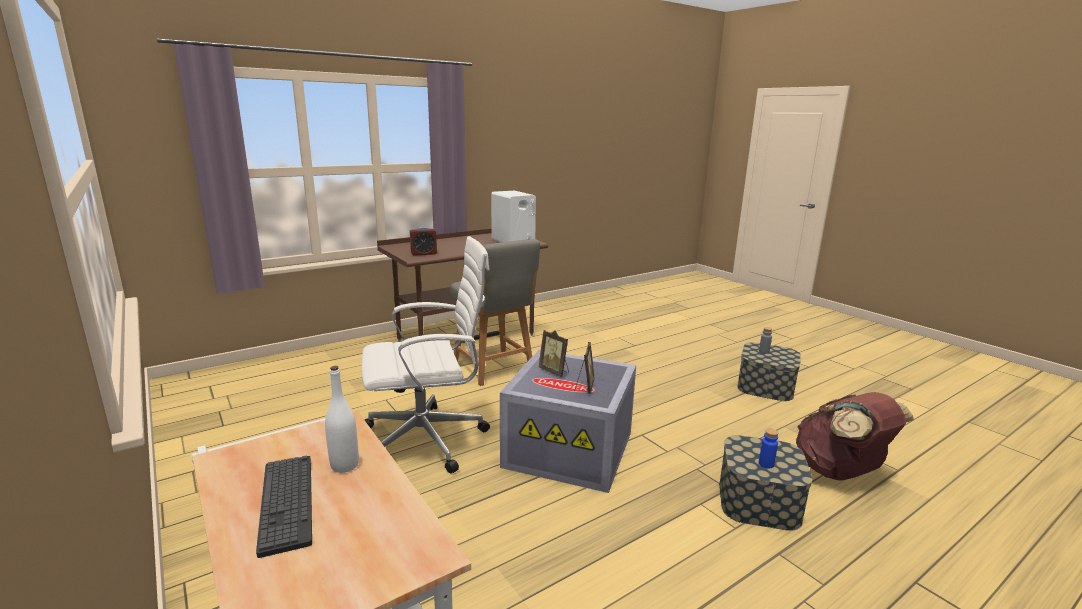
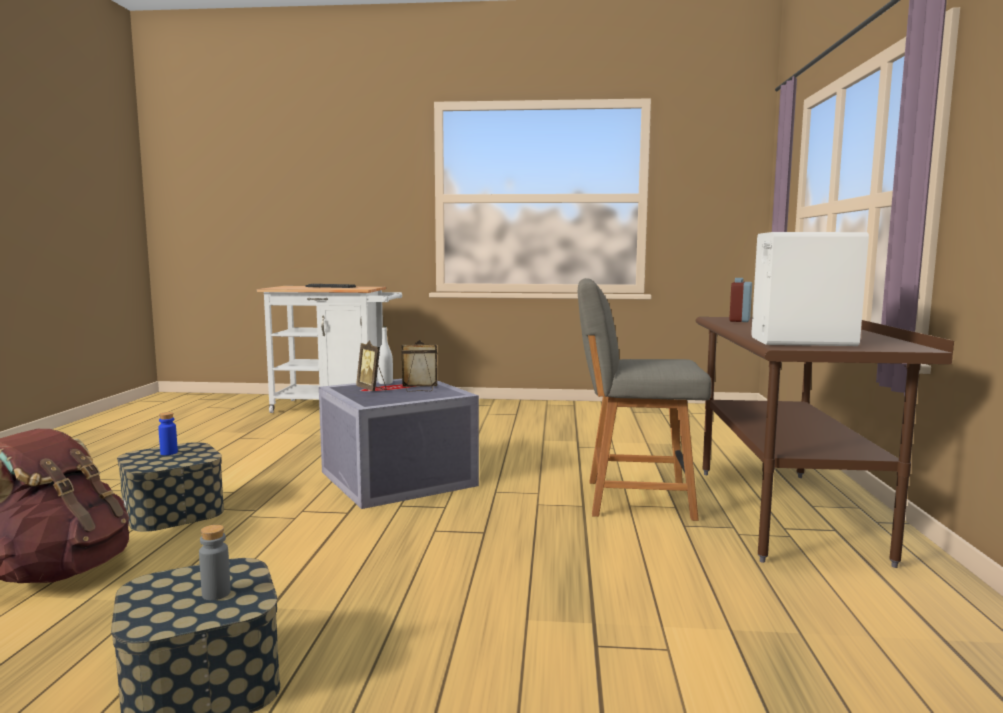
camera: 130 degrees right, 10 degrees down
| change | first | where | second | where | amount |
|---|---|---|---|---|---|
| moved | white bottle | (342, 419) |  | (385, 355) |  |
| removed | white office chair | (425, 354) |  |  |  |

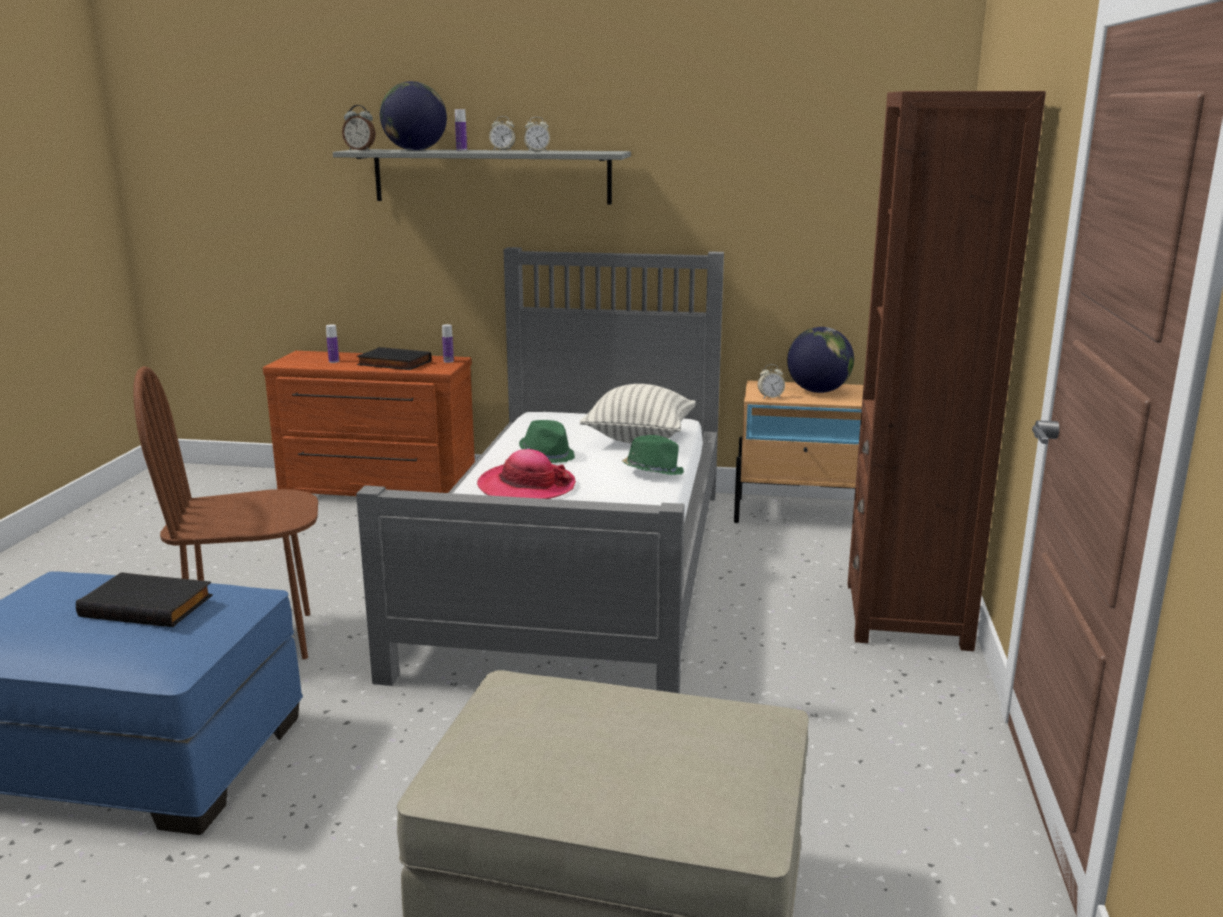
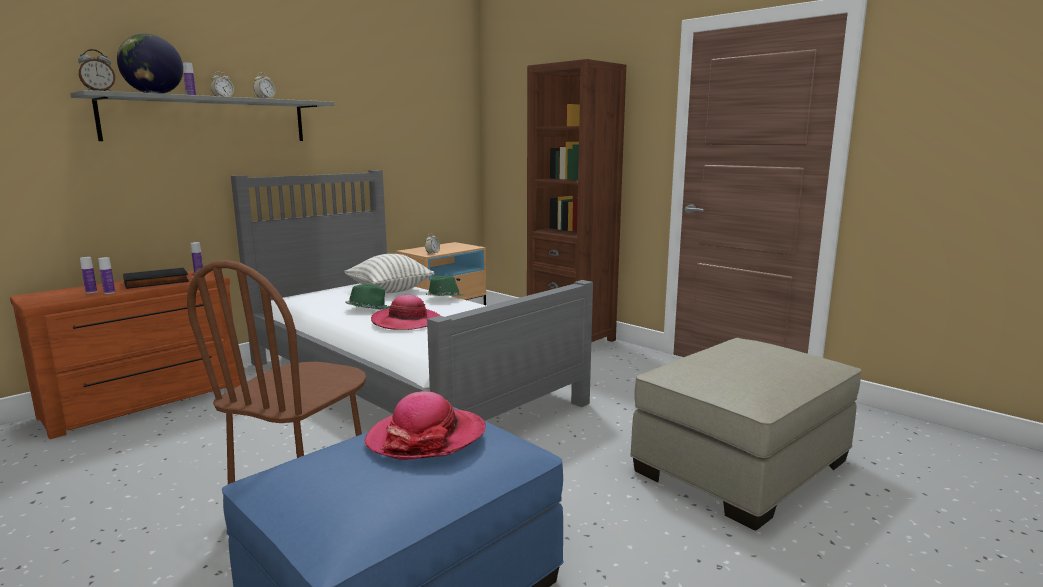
camera: 55 degrees left, 5 degrees down
| change | first | where | second | where | amount |
|---|---|---|---|---|---|
| replaced | black book | (144, 599) | hat | (425, 425) |  |
| removed | globe | (820, 360) |  |  |  |
| added |  |  | bottle | (106, 275) |  |

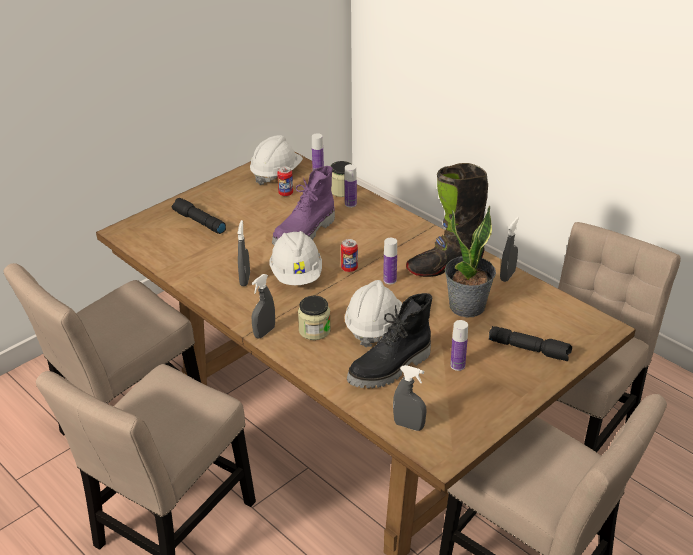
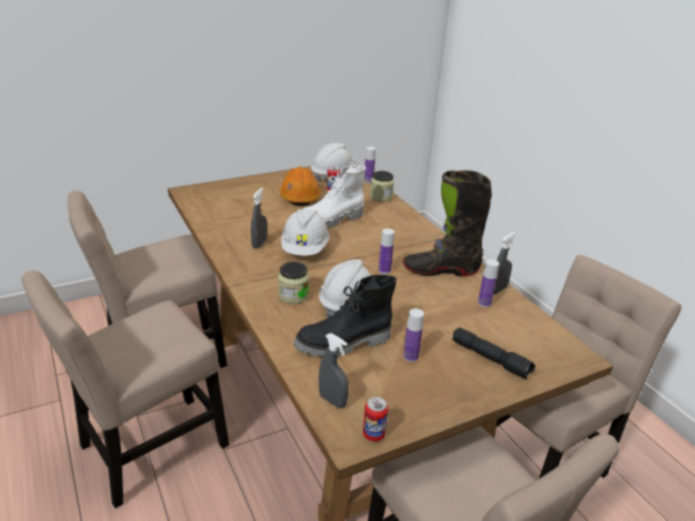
camera: 15 degrees right, 5 degrees down
| change | first | where | second | where | amount |
|---|---|---|---|---|---|
| removed | black flashlight | (199, 216) |  |  |  |
| removed | grey spray bottle | (263, 306) |  |  |  |
| recoloured | purple boot | (303, 205) | white boot | (334, 197) |  |
| moved | can | (349, 255) |  | (375, 419) |  |
| moved | bottle | (351, 185) |  | (488, 283) |  |
| removed | potted plant | (470, 261) |  |  |  |
| added |  |  | orange hard hat | (300, 186) |  |

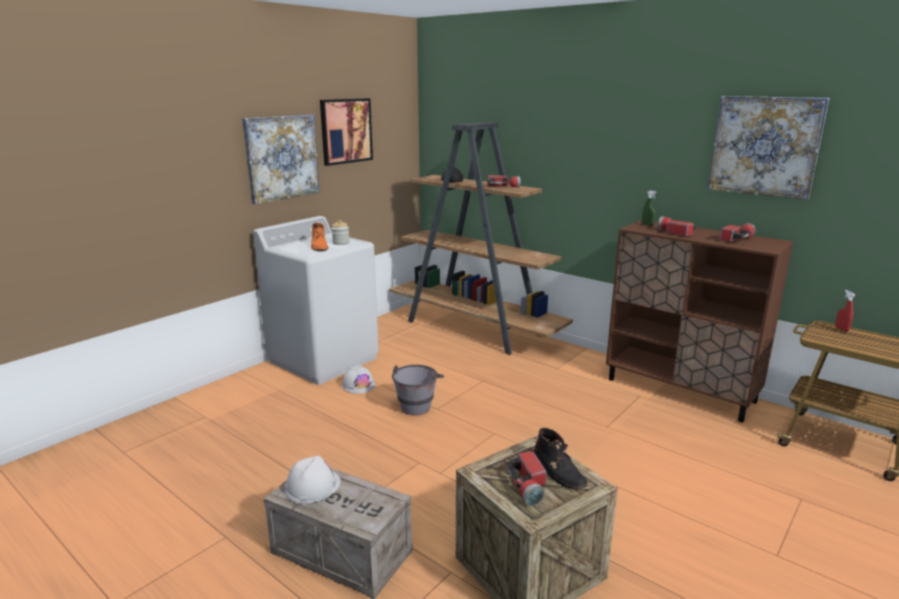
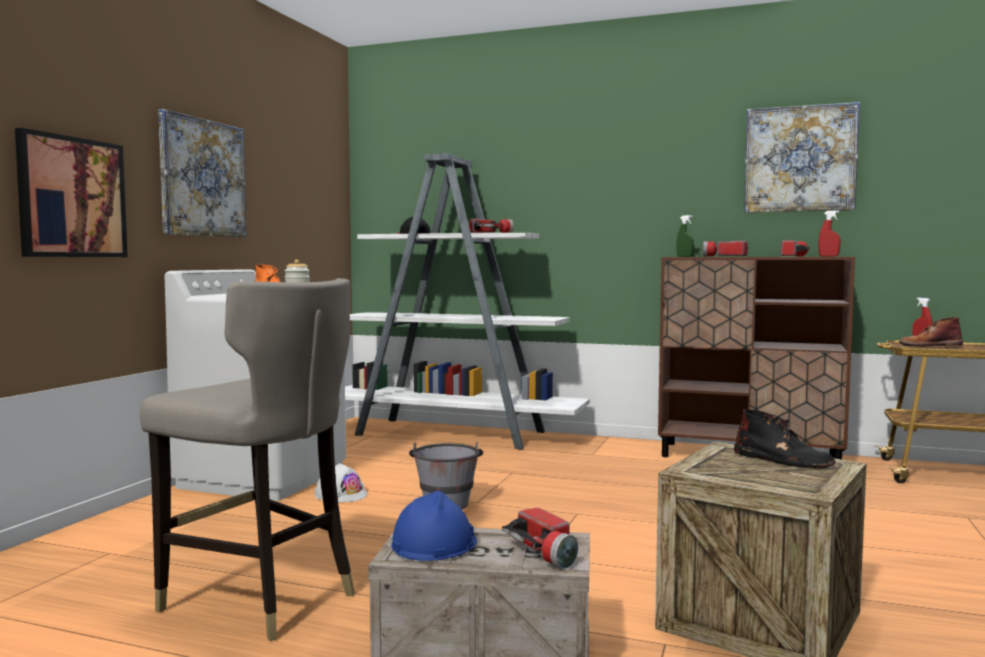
camera: 20 degrees left, 15 degrees down
| change | first | where | second | where | amount |
|---|---|---|---|---|---|
| recoloured | white hard hat | (313, 479) | blue hard hat | (434, 526) |  |
| moved | picture | (346, 132) |  | (71, 192) |  |
| recoloured | brown bookcase | (481, 238) | white bookcase | (467, 301) |  |
| moved | flashlight | (526, 479) |  | (540, 538) |  |
| added |  |  | grey stool | (247, 459) |  |
| added |  |  | red spray bottle | (830, 233) |  |
| added |  |  | brown boot | (931, 331) |  |

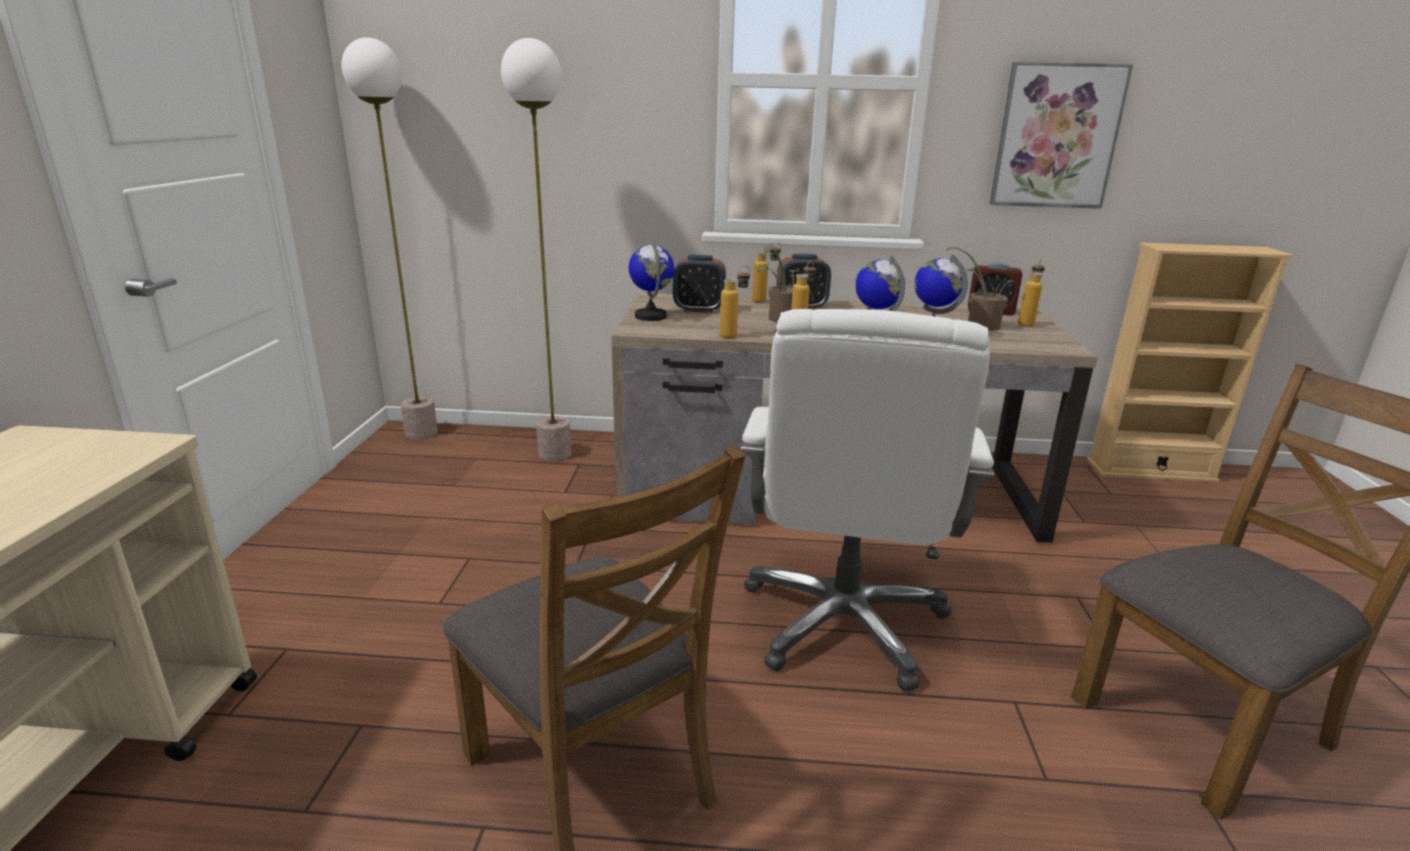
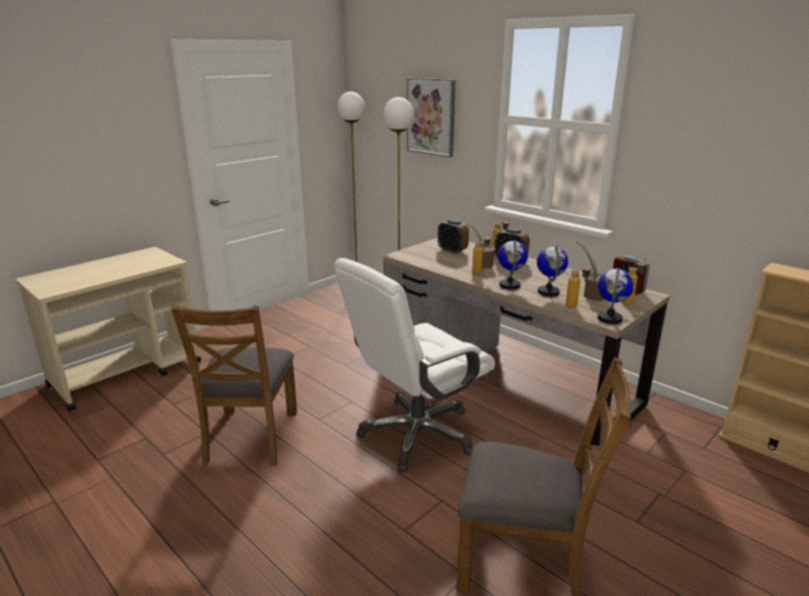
camera: 40 degrees right, 0 degrees up
| change | first | where | second | where | amount |
|---|---|---|---|---|---|
| moved | globe | (651, 281) |  | (616, 296) |  |
| moved | bottle | (735, 302) |  | (579, 286) |  |
| moved | picture | (1061, 135) |  | (431, 117) |  |

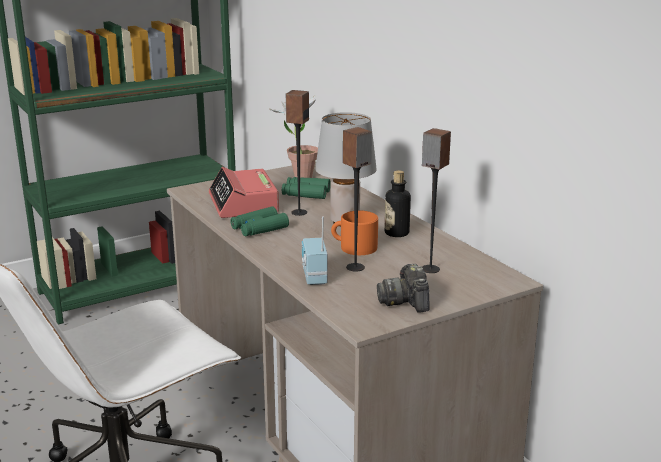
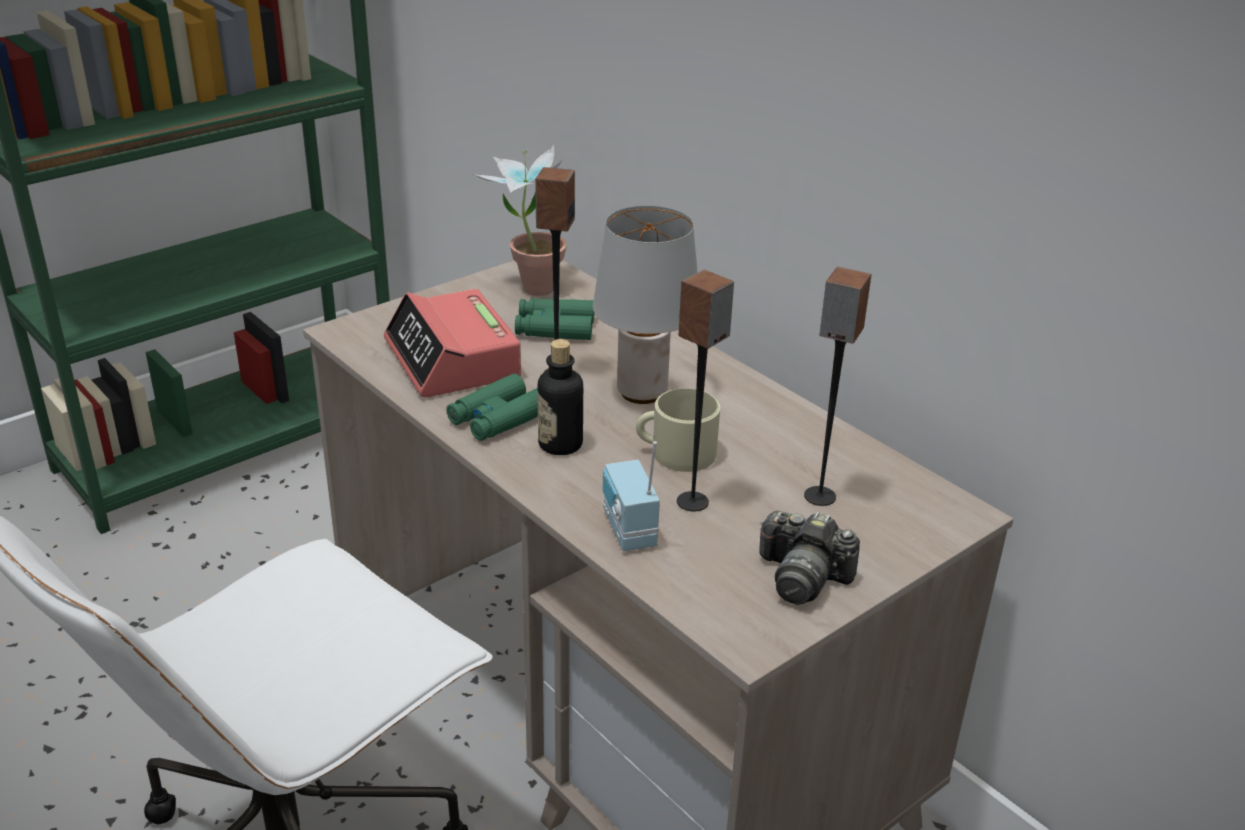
camera: 10 degrees left, 10 degrees up
| change | first | where | second | where | amount |
|---|---|---|---|---|---|
| recoloured | orange mug | (354, 232) | beige mug | (678, 430) |  |
| turned | photo camera | (403, 288) |  | (809, 558) | 45 degrees counterclockwise |
| moved | bottle | (398, 203) |  | (560, 397) |  |

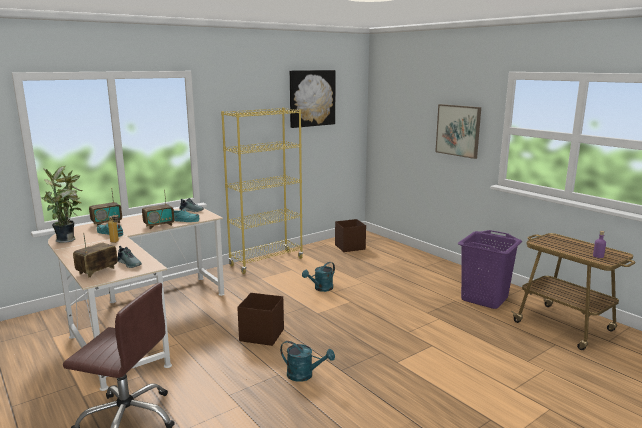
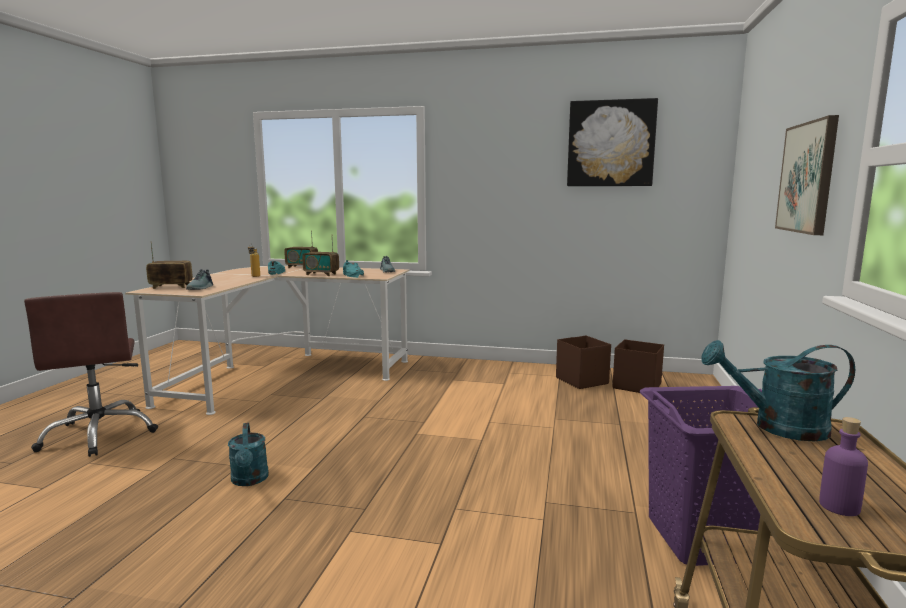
camera: 50 degrees right, 5 degrees down
| change | first | where | second | where | amount |
|---|---|---|---|---|---|
| removed | potted plant | (61, 204) |  |  |  |
| removed | yellow bookcase | (262, 190) |  |  |  |
| moved | brown storage box | (260, 319) |  | (583, 362) |  |
| moved | turquoise watering can | (318, 277) |  | (778, 390) |  |

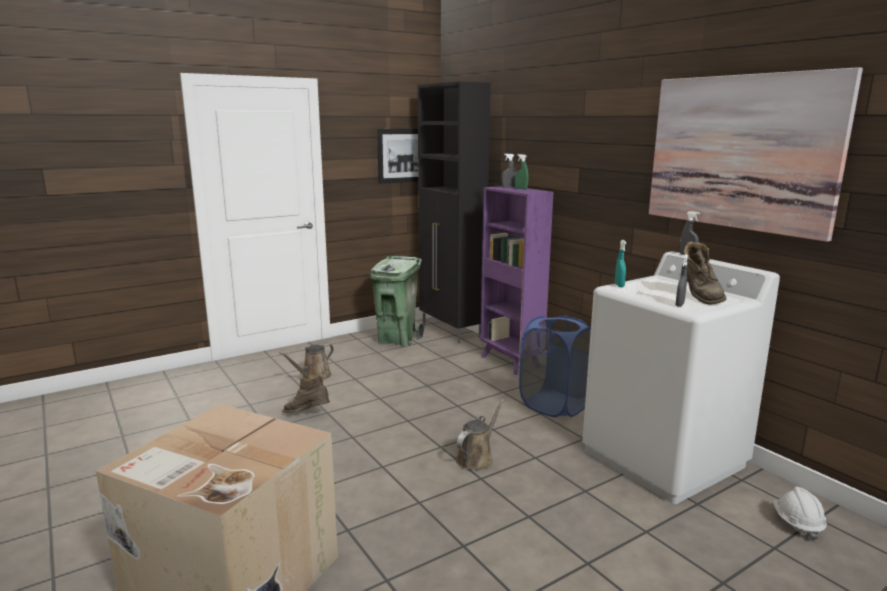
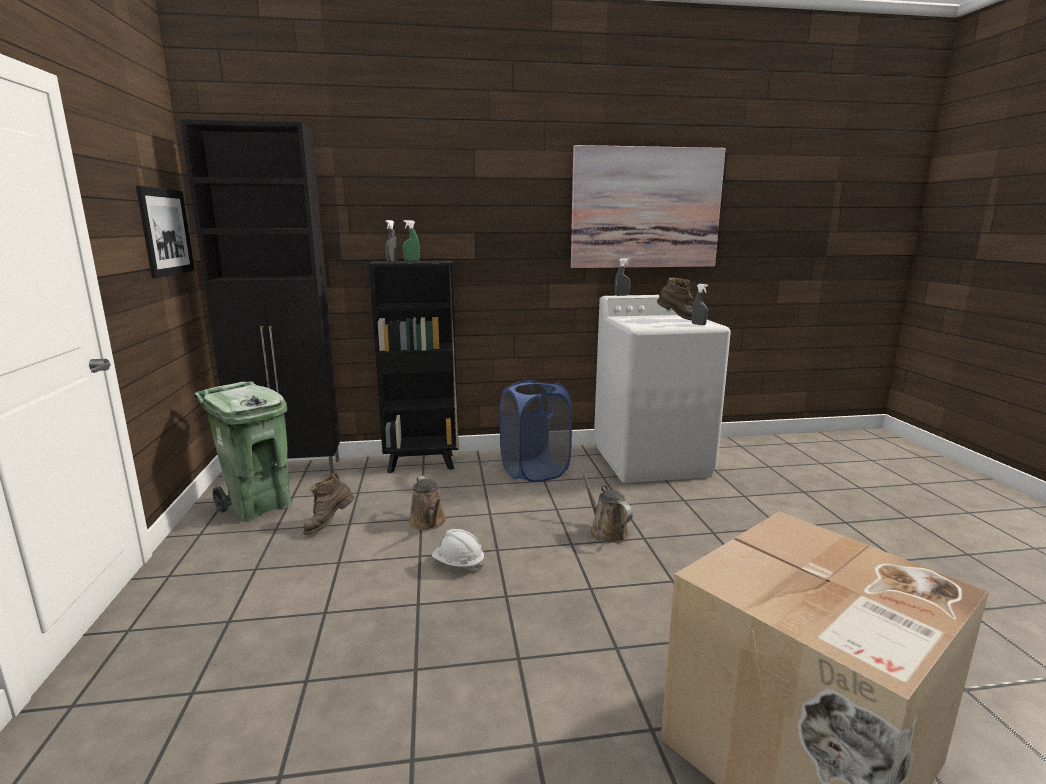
camera: 65 degrees left, 0 degrees up
| change | first | where | second | where | amount |
|---|---|---|---|---|---|
| moved | brown watering can | (306, 362) |  | (427, 503) |  |
| moved | brown boot | (306, 394) |  | (329, 504) |  |
| recoloured | purple bookcase | (516, 280) | black bookcase | (414, 367) |  |
| removed | turquoise spray bottle | (620, 263) |  |  |  |
| moved | white hard hat | (800, 513) |  | (458, 549) |  |

